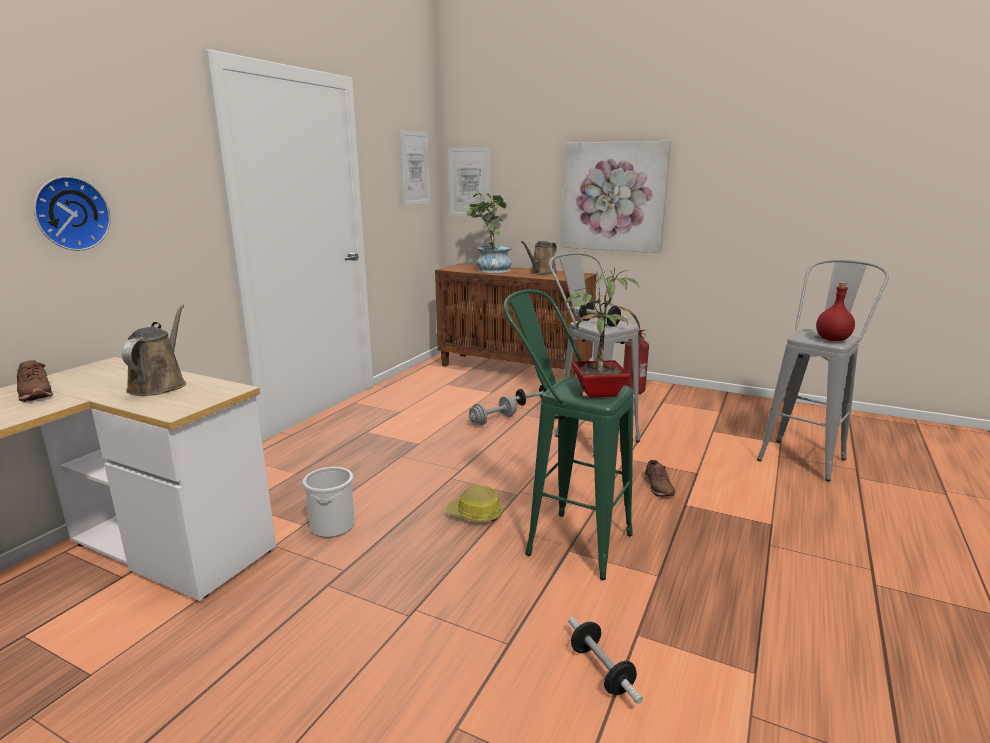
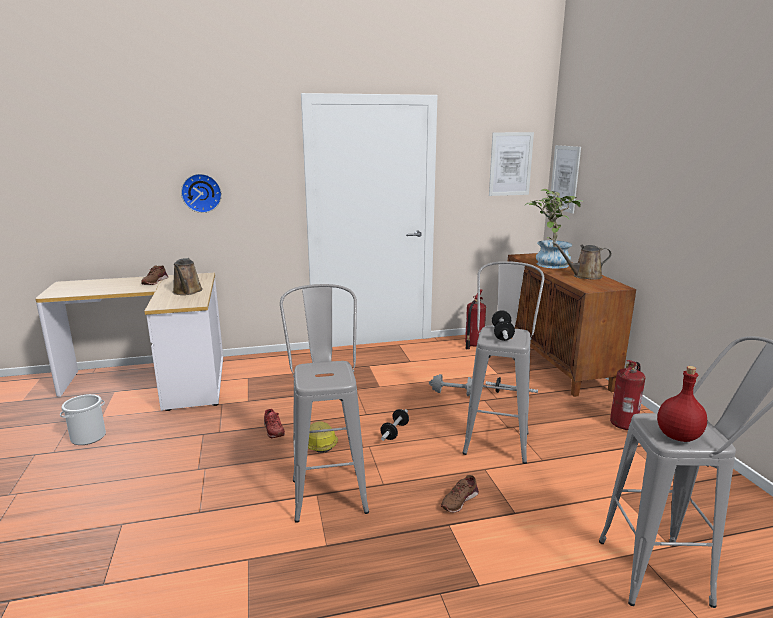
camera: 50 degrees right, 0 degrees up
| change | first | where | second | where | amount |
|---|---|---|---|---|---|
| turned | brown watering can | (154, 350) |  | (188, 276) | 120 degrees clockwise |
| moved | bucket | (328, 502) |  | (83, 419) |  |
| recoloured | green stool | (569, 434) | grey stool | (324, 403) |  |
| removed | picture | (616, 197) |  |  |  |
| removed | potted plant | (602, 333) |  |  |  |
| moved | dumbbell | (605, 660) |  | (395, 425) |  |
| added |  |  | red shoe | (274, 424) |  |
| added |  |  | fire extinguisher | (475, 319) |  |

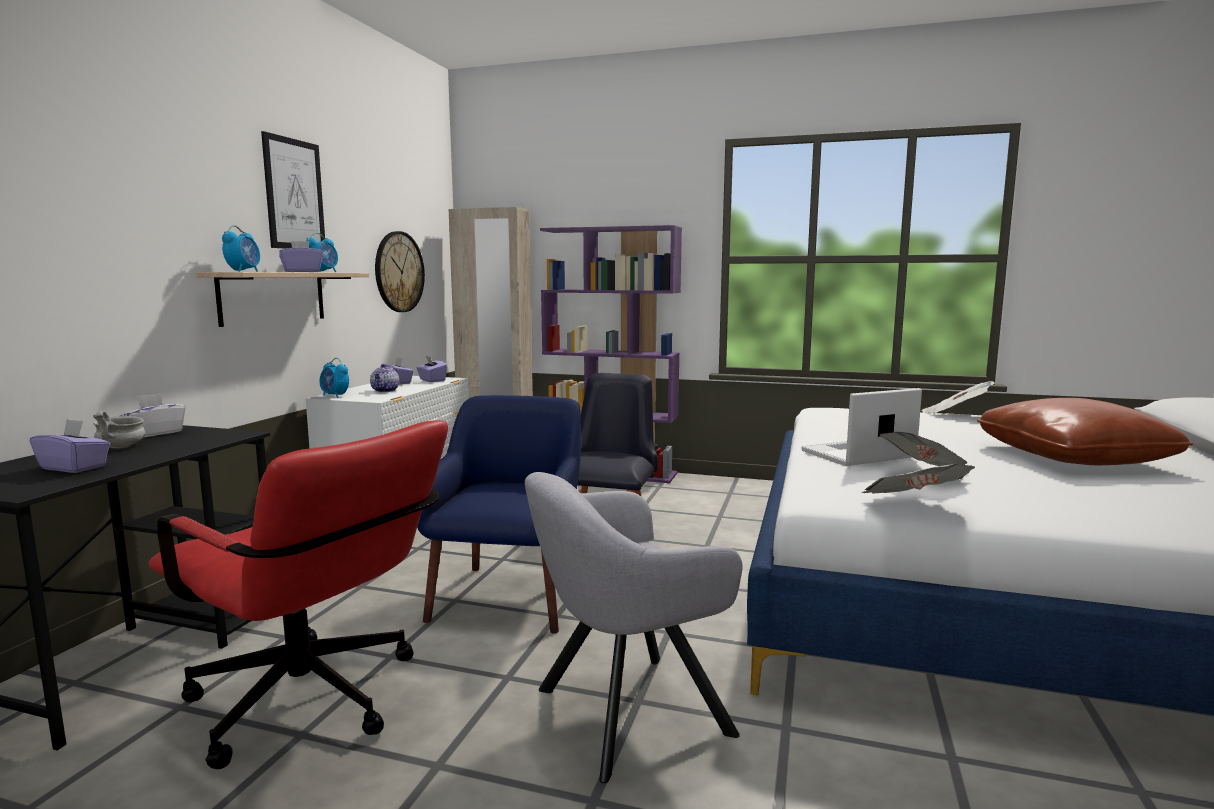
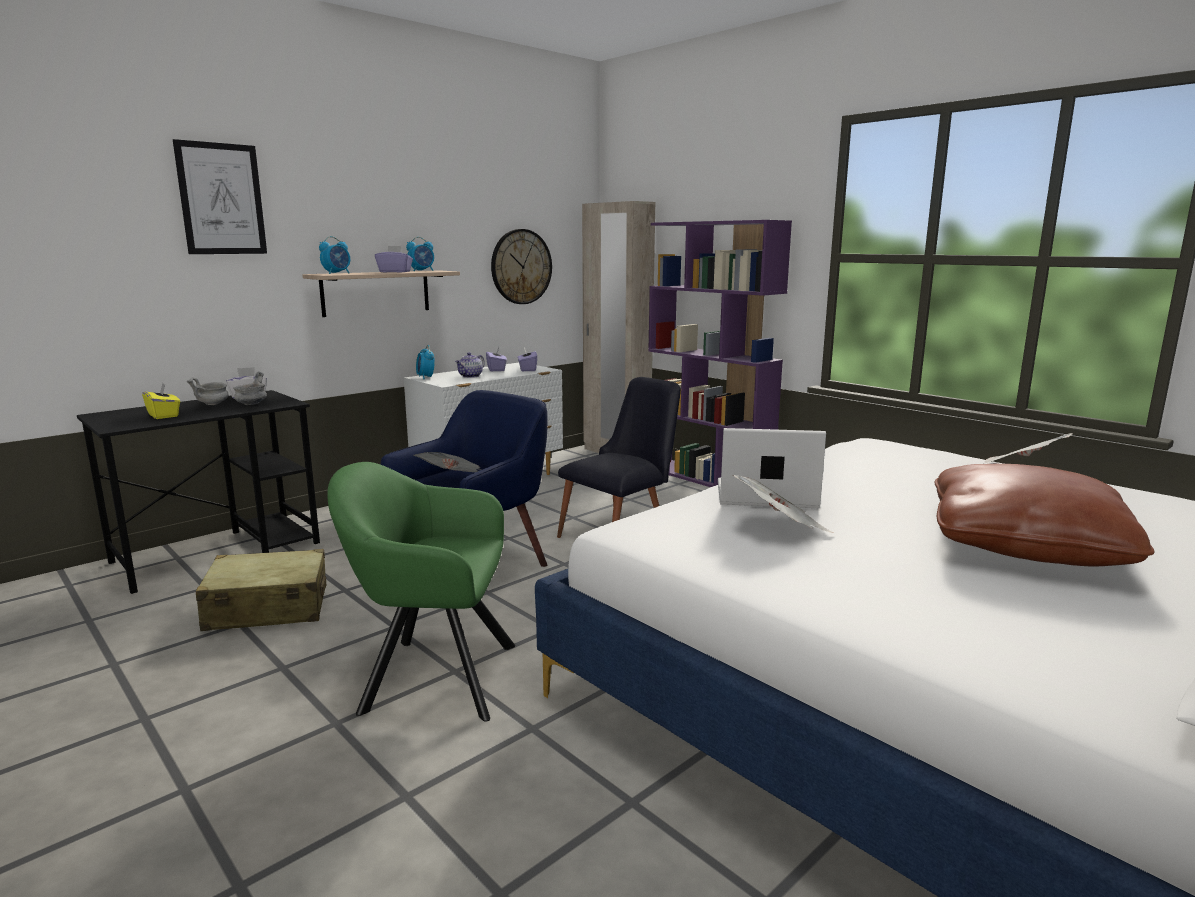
camera: 30 degrees right, 5 degrees up
| change | first | where | second | where | amount |
|---|---|---|---|---|---|
| recoloured | purple tissue box | (70, 446) | yellow tissue box | (161, 401) |  |
| replaced | red office chair | (298, 594) | beige suitcase | (261, 590) |  |
| moved | picture | (293, 190) |  | (220, 196) |  |
| recoloured | grey armchair | (634, 627) | green armchair | (421, 591) |  |
| moved | newspaper | (918, 478) |  | (447, 462) |  |
| added |  |  | grey bowl | (250, 388) |  |

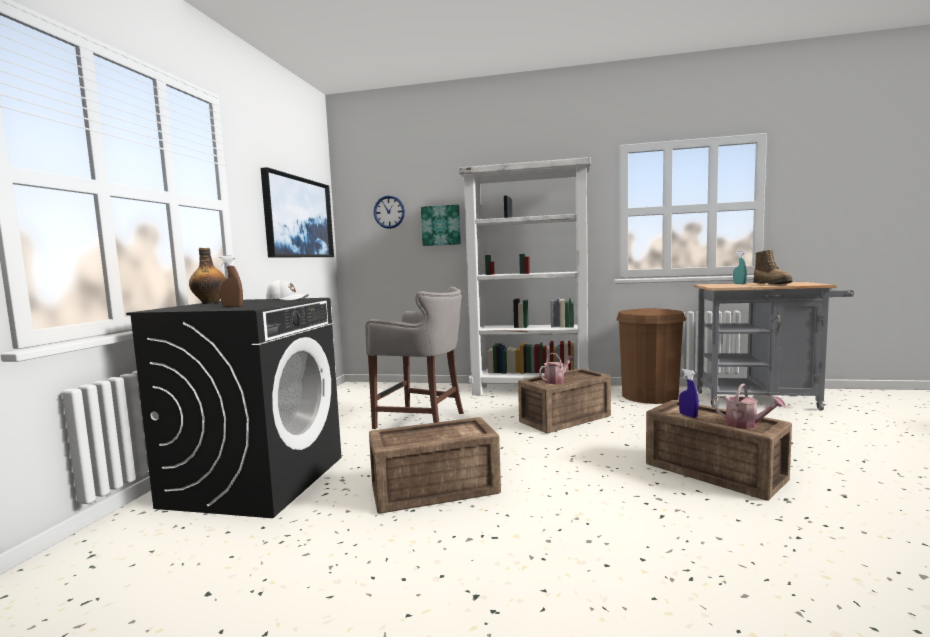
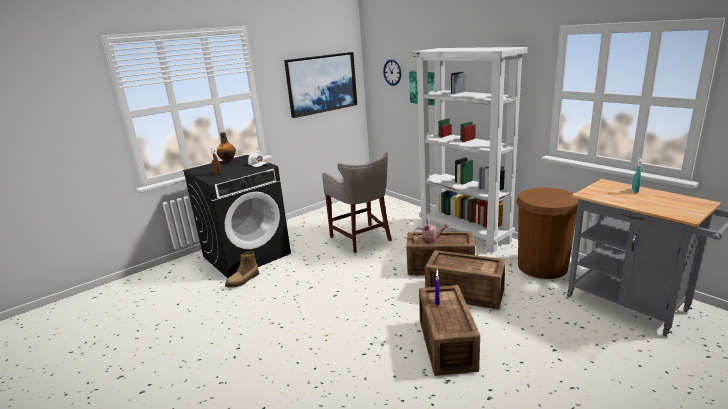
camera: 40 degrees right, 15 degrees up
| change | first | where | second | where | amount |
|---|---|---|---|---|---|
| moved | crate | (435, 465) |  | (465, 280) |  |
| removed | watering can | (749, 406) |  |  |  |
| moved | boot | (772, 267) |  | (242, 269) |  |

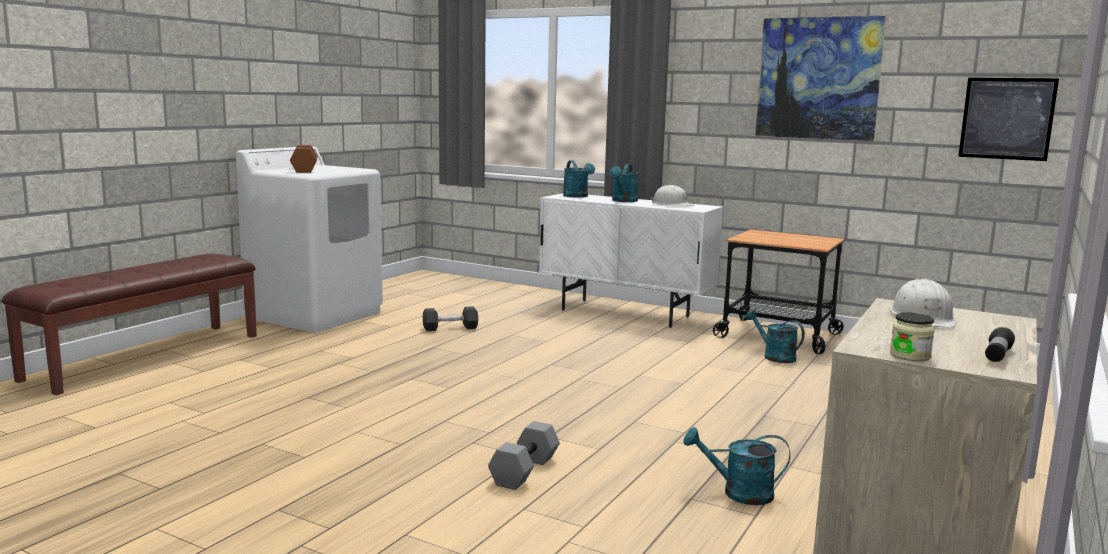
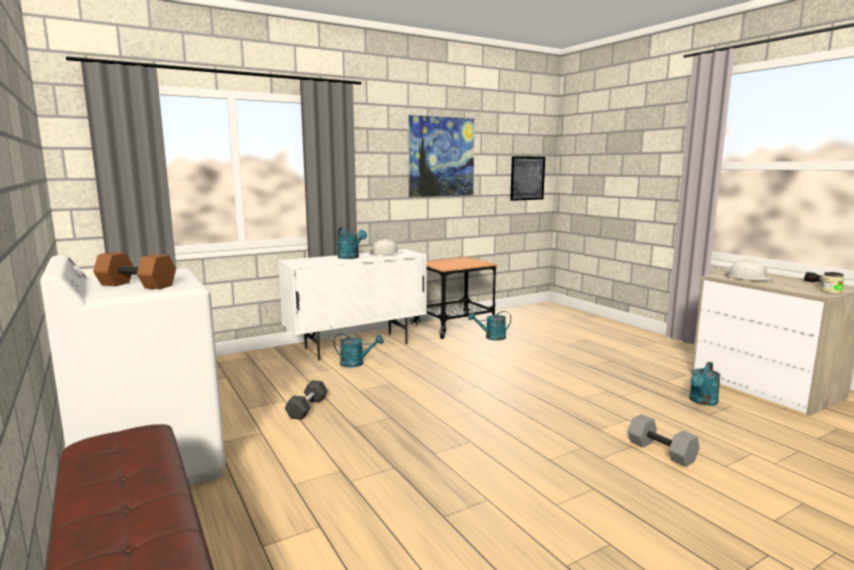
camera: 60 degrees left, 0 degrees up
| change | first | where | second | where | amount |
|---|---|---|---|---|---|
| moved | turquoise watering can | (579, 179) |  | (358, 351) |  |

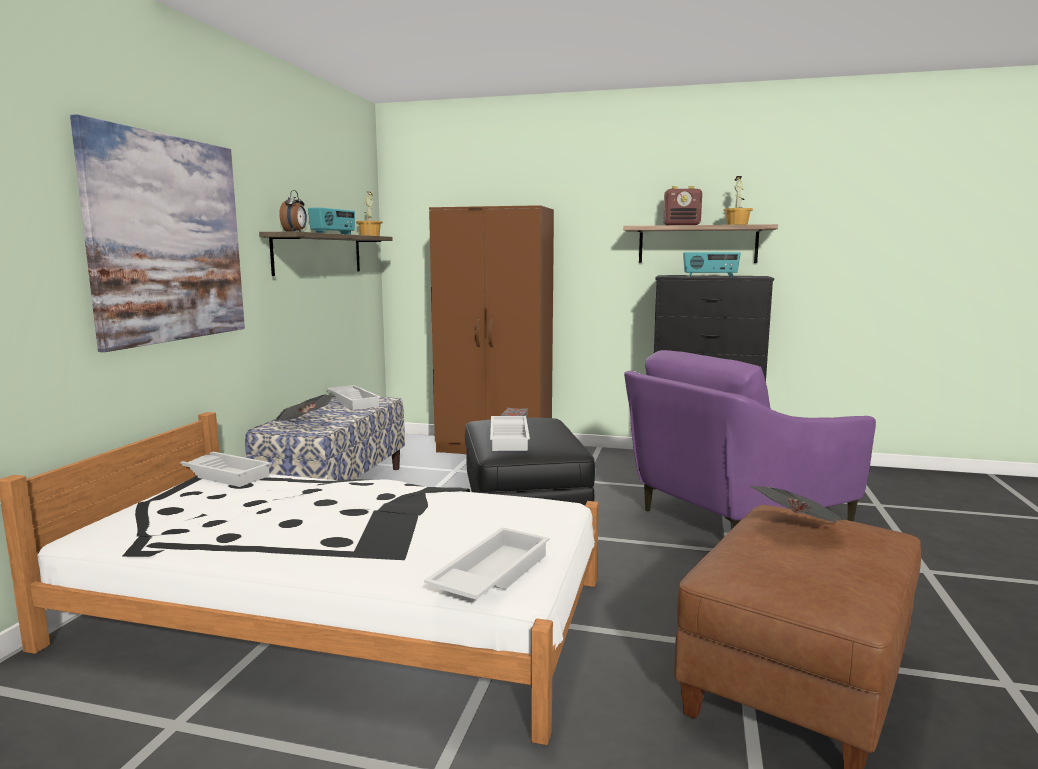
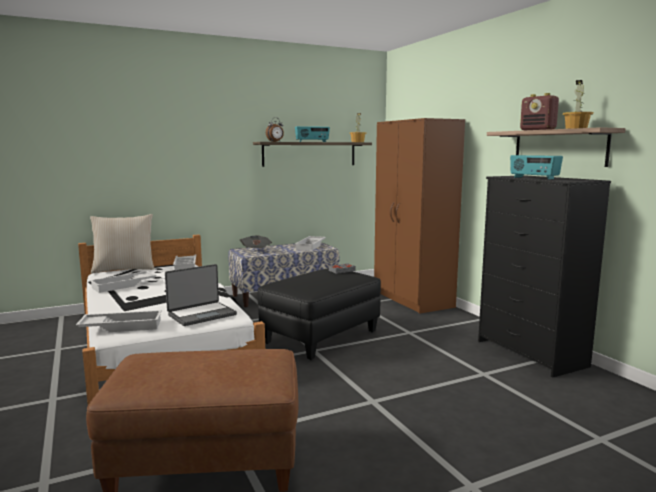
camera: 50 degrees right, 0 degrees up
| change | first | where | second | where | amount |
|---|---|---|---|---|---|
| removed | picture | (157, 233) |  |  |  |
| moved | white tray | (510, 433) |  | (123, 282) |  |
| removed | purple armchair | (750, 439) |  |  |  |
| removed | newspaper | (796, 504) |  |  |  |
| added |  |  | beige pillow | (122, 244) |  |
| added |  |  | laptop | (201, 295) |  |

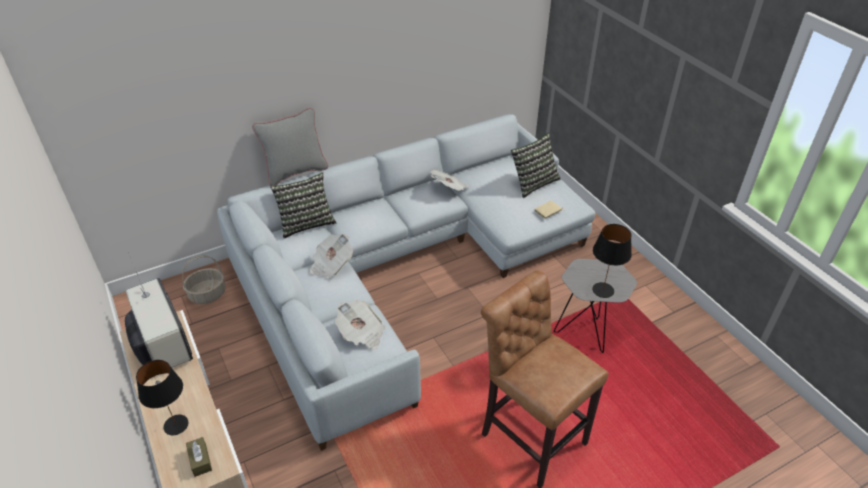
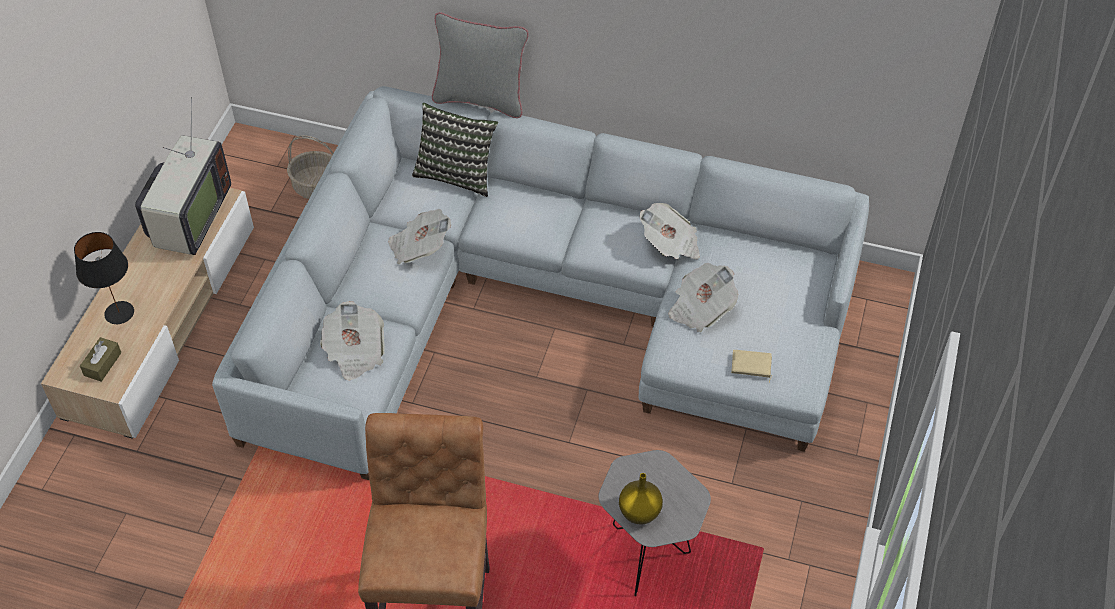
camera: 45 degrees right, 10 degrees up
| change | first | where | second | where | amount |
|---|---|---|---|---|---|
| removed | pillow | (536, 165) |  |  |  |
| replaced | black table lamp | (612, 261) | yellow vase | (641, 499) |  |
| added |  |  | newspaper | (703, 297) |  |

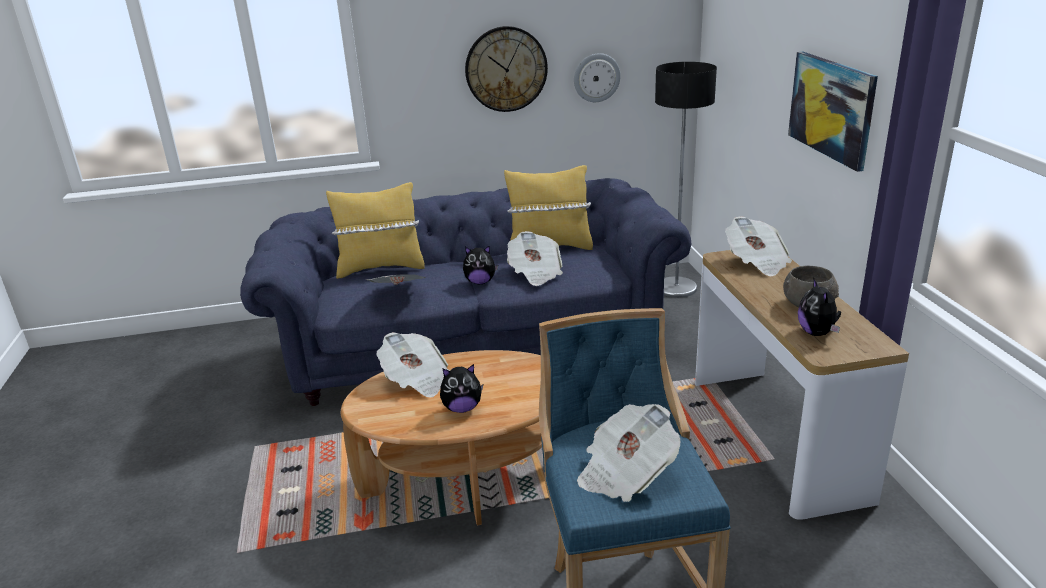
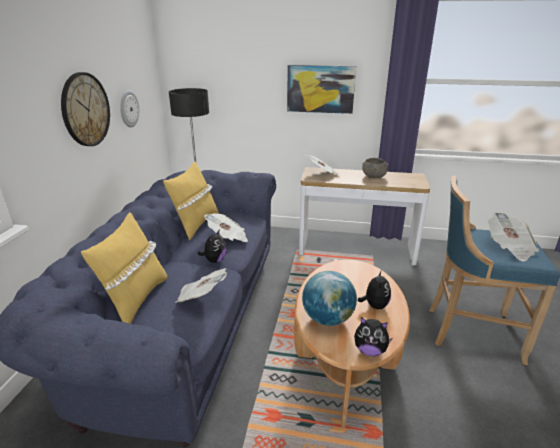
camera: 70 degrees left, 0 degrees up
| change | first | where | second | where | amount |
|---|---|---|---|---|---|
| replaced | newspaper | (413, 365) | globe | (329, 298) |  |
| moved | plush toy | (819, 307) |  | (373, 336) |  |

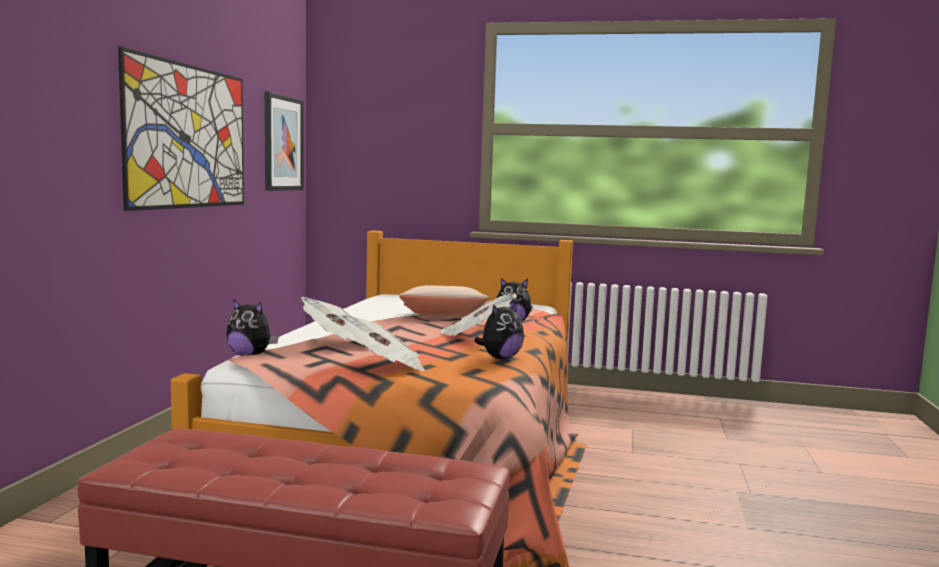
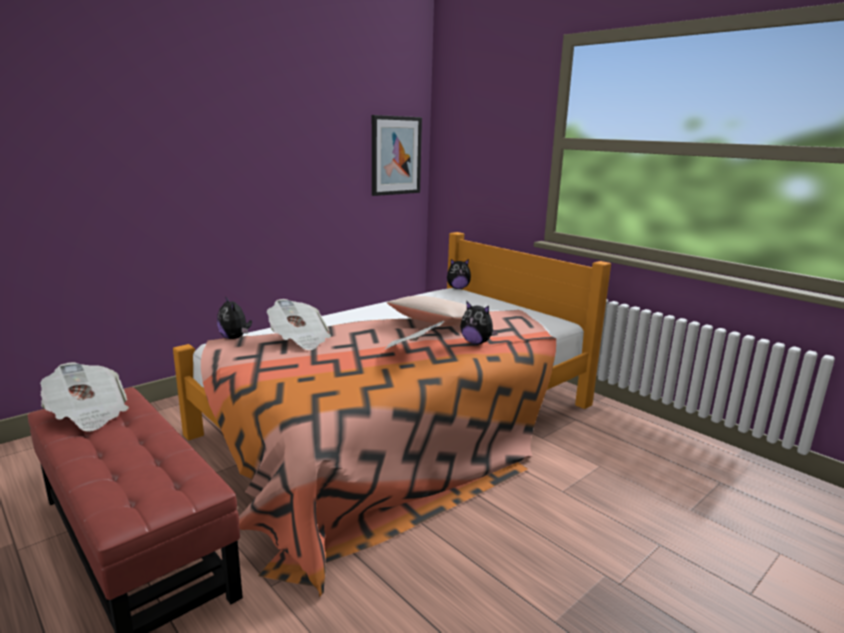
camera: 35 degrees right, 10 degrees up
| change | first | where | second | where | amount |
|---|---|---|---|---|---|
| removed | picture | (181, 129) |  |  |  |
| moved | newspaper | (382, 342) |  | (84, 397) |  |
| moved | plush toy | (499, 330) |  | (459, 274) |  |

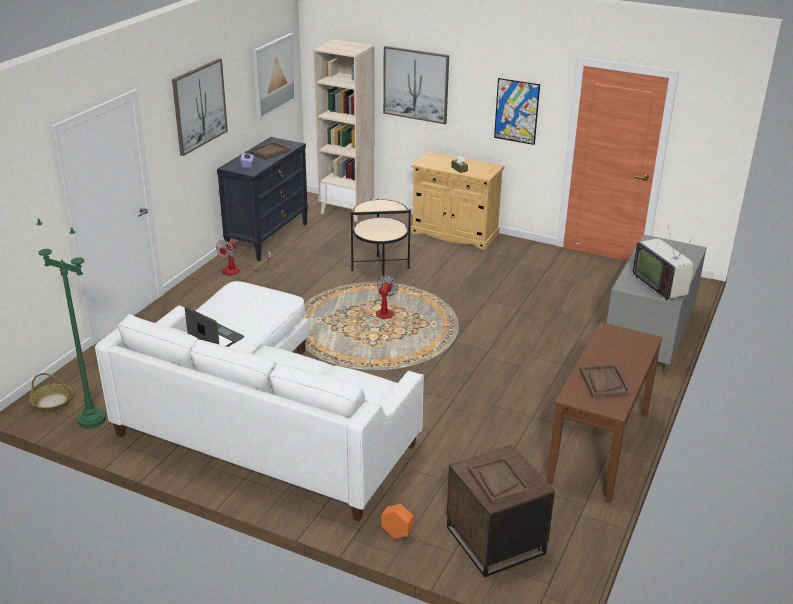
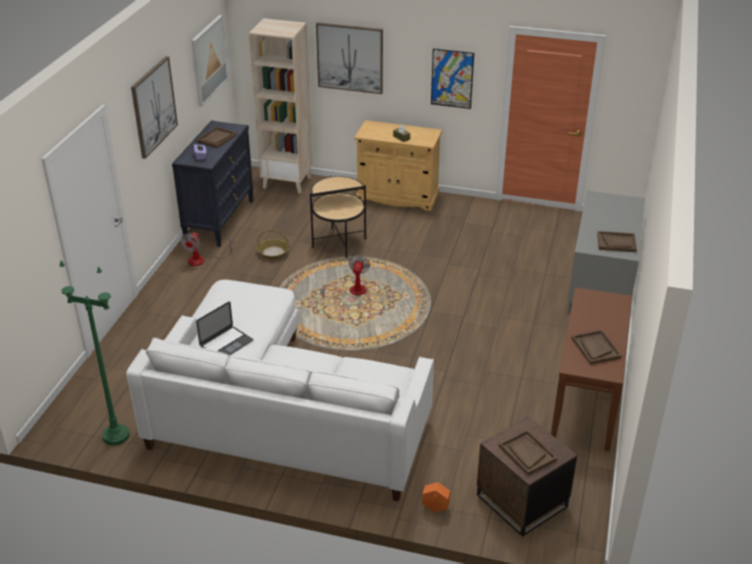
camera: 10 degrees left, 5 degrees up
| change | first | where | second | where | amount |
|---|---|---|---|---|---|
| moved | basket | (51, 392) |  | (273, 245) |  |
| turned | laptop | (214, 327) |  | (225, 328) | 105 degrees clockwise |
| replaced | television | (663, 264) | brown tray | (617, 241) |  |

